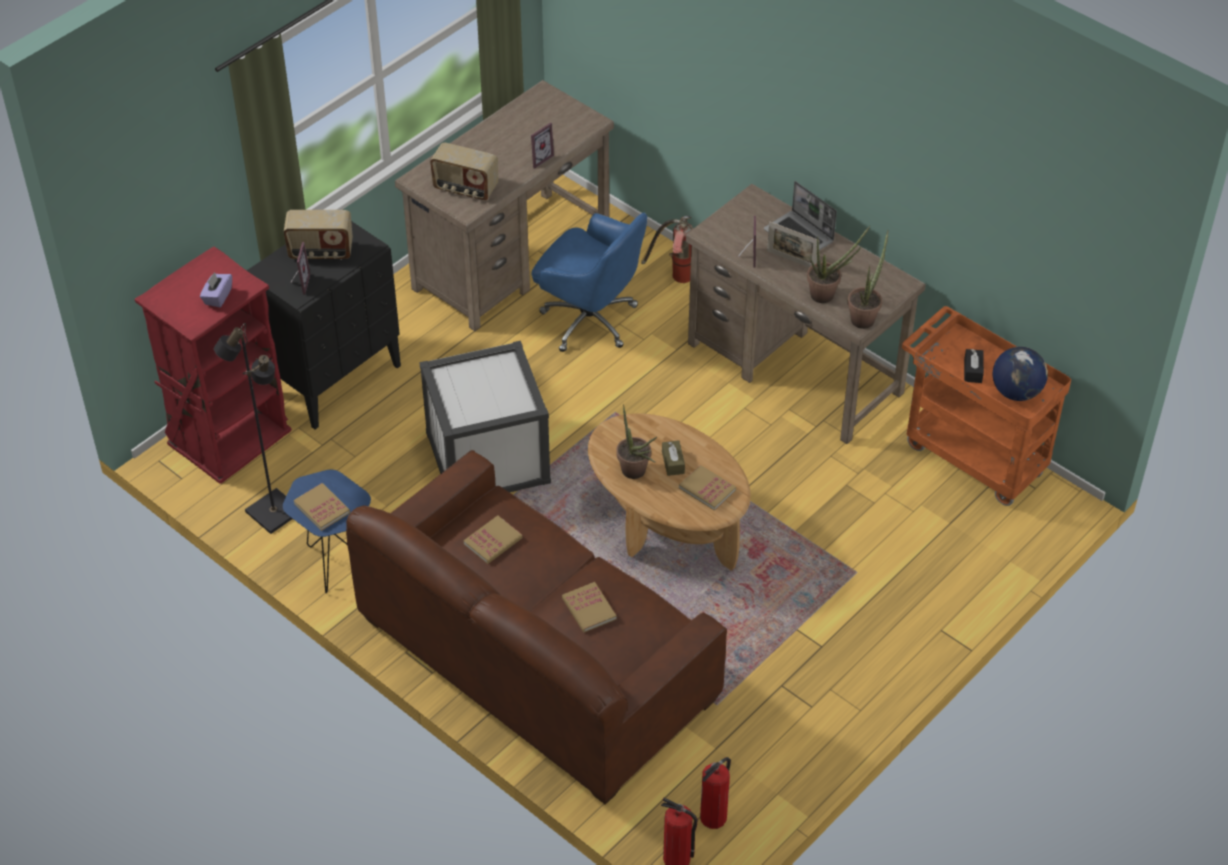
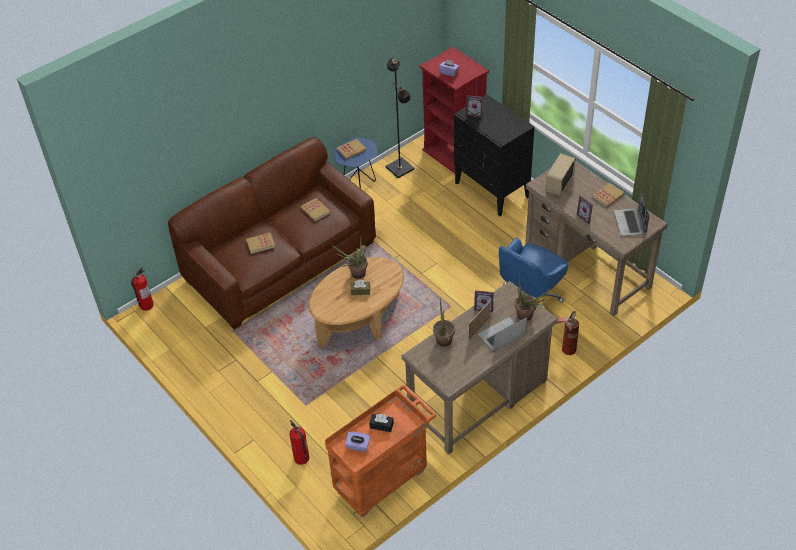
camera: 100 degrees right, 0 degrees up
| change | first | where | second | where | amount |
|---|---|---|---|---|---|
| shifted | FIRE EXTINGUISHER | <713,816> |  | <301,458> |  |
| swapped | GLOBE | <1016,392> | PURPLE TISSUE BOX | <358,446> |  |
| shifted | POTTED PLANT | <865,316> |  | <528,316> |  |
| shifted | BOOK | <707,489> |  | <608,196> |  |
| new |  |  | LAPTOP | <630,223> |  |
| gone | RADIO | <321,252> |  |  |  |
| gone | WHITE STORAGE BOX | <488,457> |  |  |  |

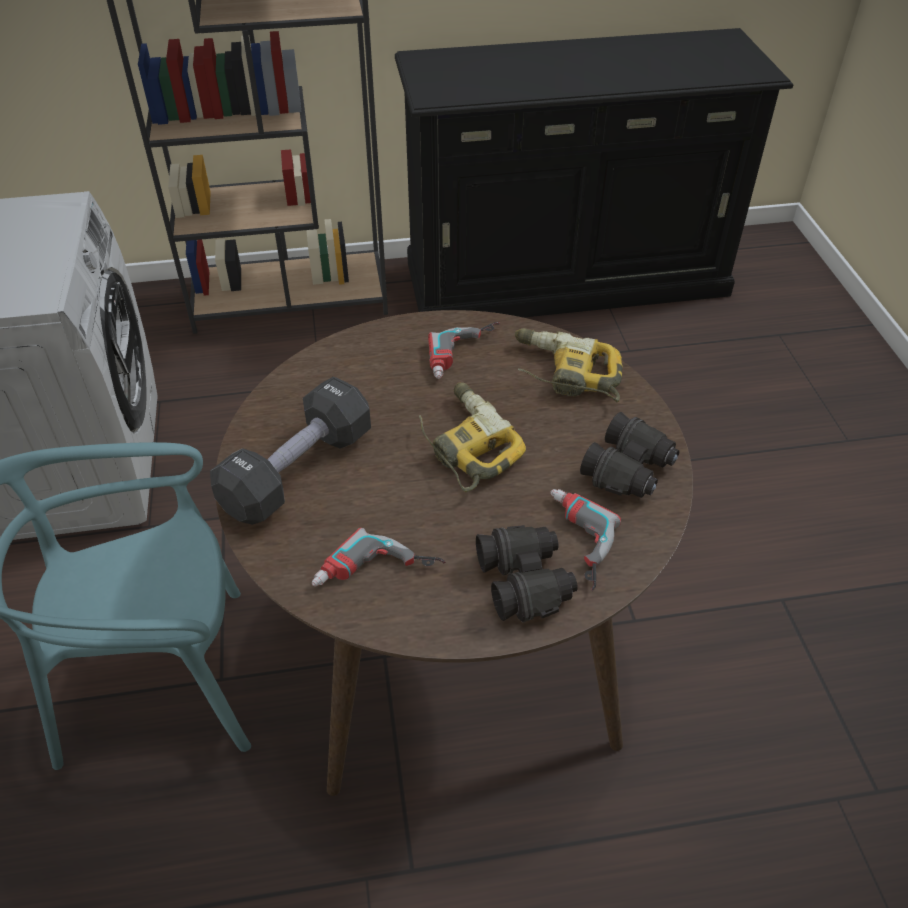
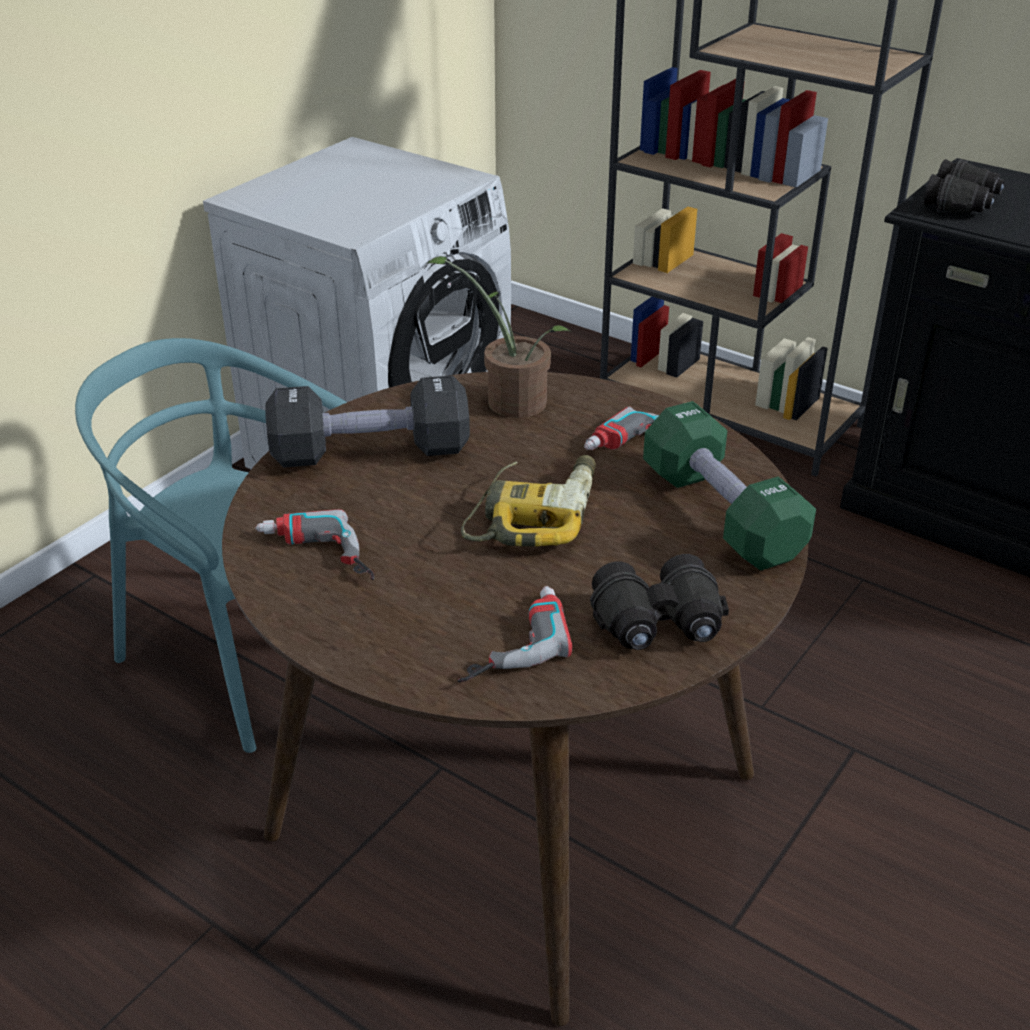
camera: 45 degrees right, 10 degrees down
| change | first | where | second | where | amount |
|---|---|---|---|---|---|
| new |  |  | POTTED PLANT | <509,399> |  |
| swapped | POWER DRILL | <564,375> | GREEN DUMBBELL | <721,514> |  |
| shifted | BLACK BINOCULARS | <525,581> |  | <962,204> |  |

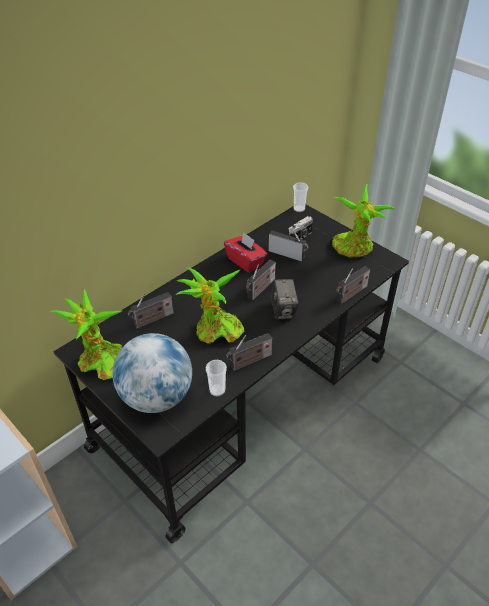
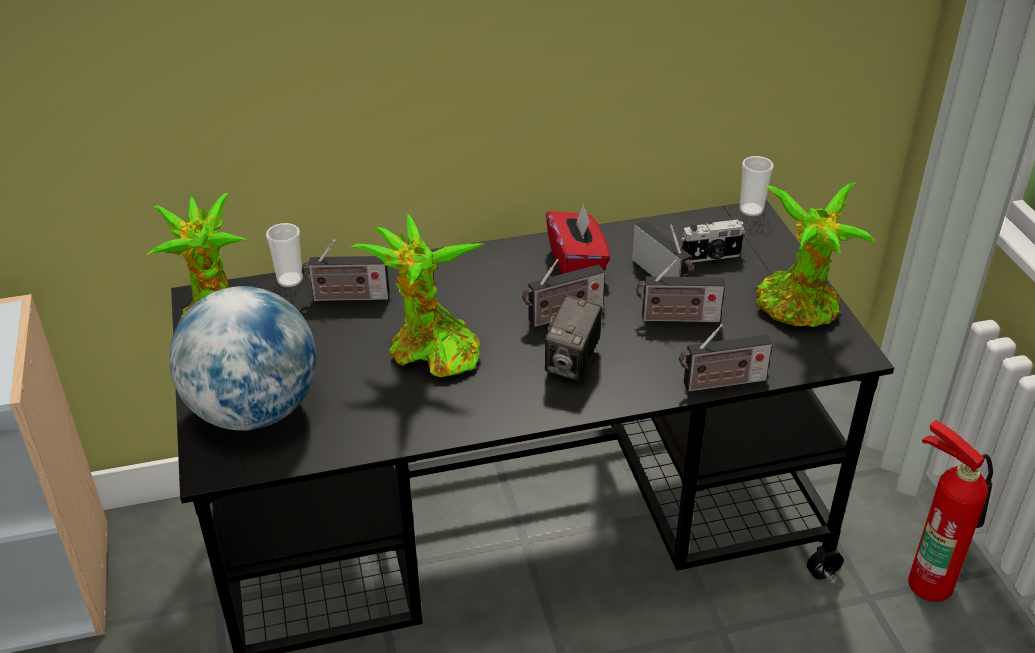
camera: 30 degrees right, 5 degrees down
| change | first | where | second | where | amount |
|---|---|---|---|---|---|
| shifted | CUP | <217,390> |  | <290,280> |  |
| shifted | RADIO | <249,361> |  | <676,318> |  |
| new |  |  | FIRE EXTINGUISHER | <930,580> |  |

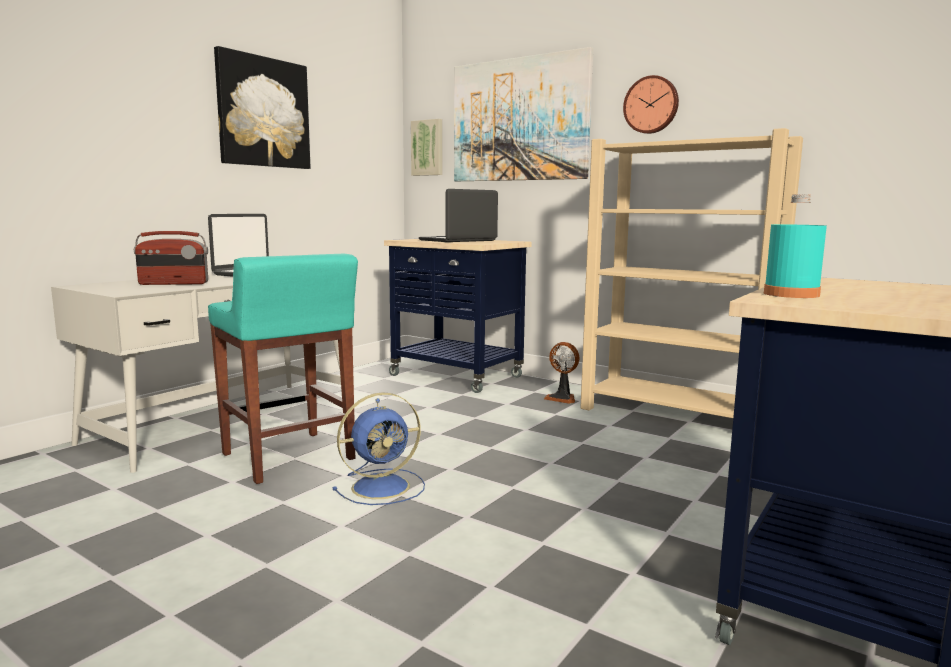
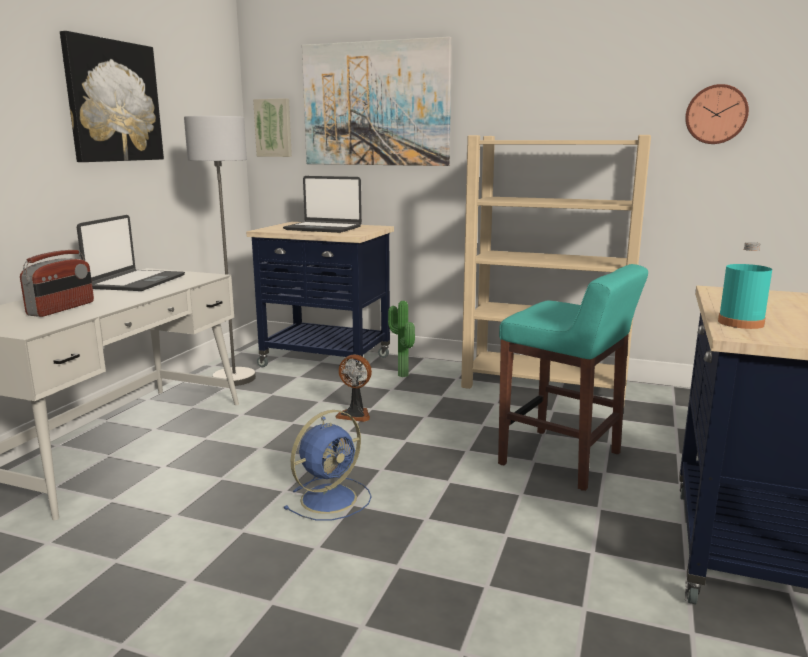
camera: 15 degrees left, 5 degrees up
| change | first | where | second | where | amount |
|---|---|---|---|---|---|
| rotated | RADIO | <173,284> |  | <62,309> | 45 degrees counterclockwise |
| new |  |  | GREY FLOOR LAMP | <234,383> |  |
| rotated | LAPTOP | <458,240> |  | <323,228> | 105 degrees counterclockwise |
| shifted | FAN | <562,398> |  | <355,414> |  |
| new |  |  | POTTED PLANT | <401,375> |  |
| shifted | TURQUOISE STOOL | <289,458> |  | <562,459> |  |
| shifted | WALL CLOCK | <651,105> |  | <716,114> |  |

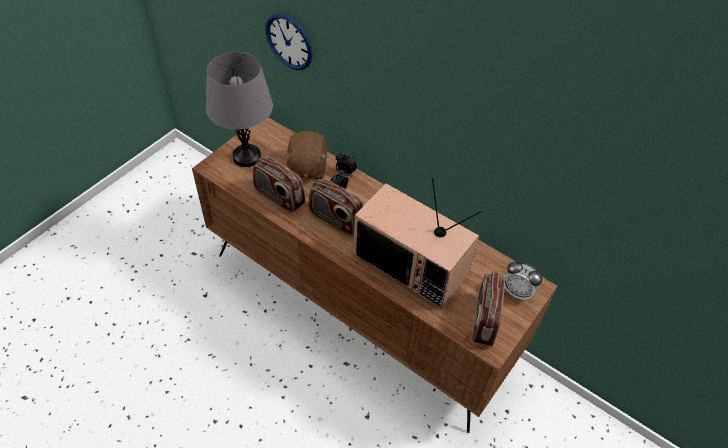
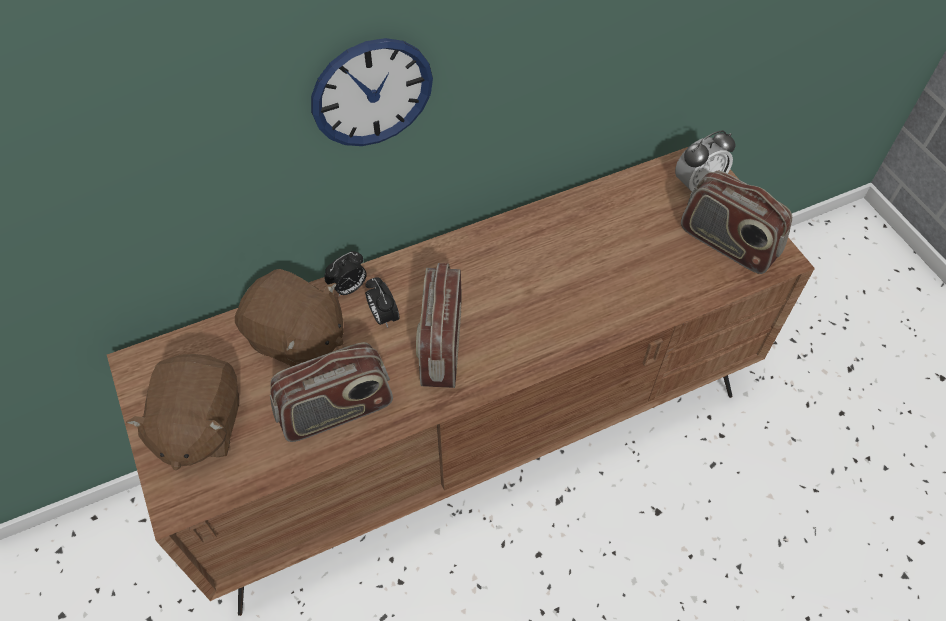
camera: 60 degrees left, 5 degrees up
| change | first | where | second | where | amount |
|---|---|---|---|---|---|
| swapped | GREY TABLE LAMP | <247,157> | BROWN PLUSH TOY | <199,426> |  |
| shifted | WALL CLOCK | <289,42> |  | <372,93> |  |
| rotated | RADIO | <335,219> |  | <441,345> | 120 degrees clockwise |
| gone | TELEVISION | <413,263> |  |  |  |

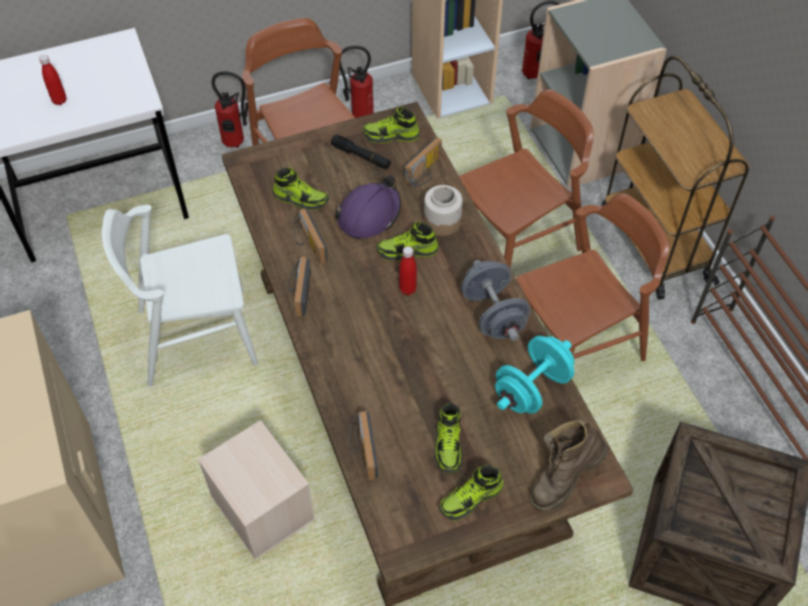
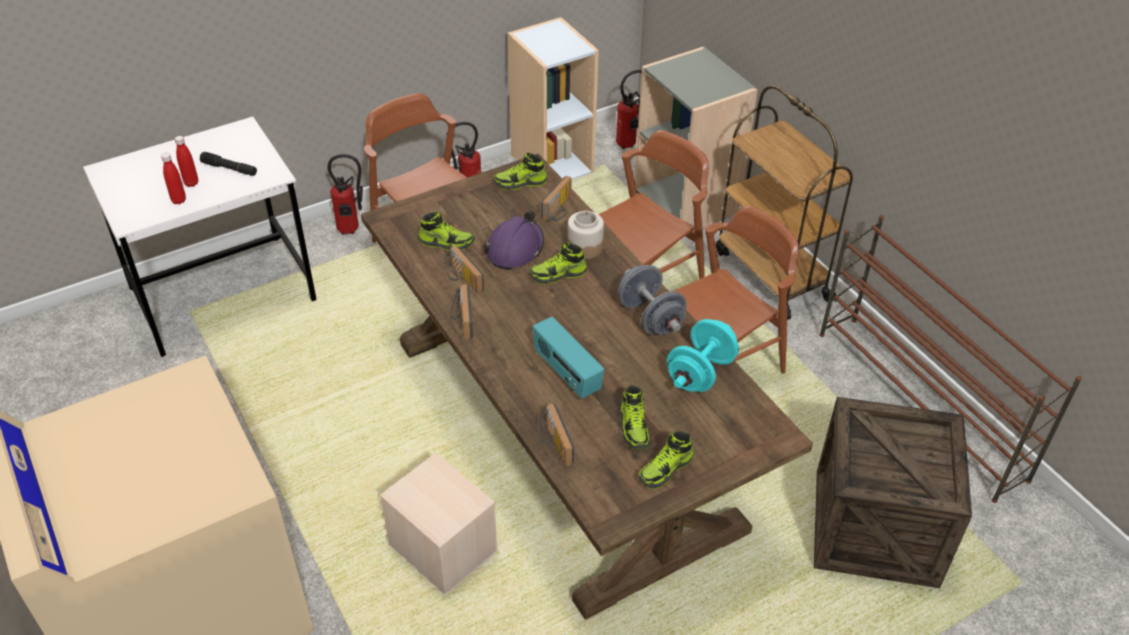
camera: 10 degrees left, 10 degrees down
| change | first | where | second | where | amount |
|---|---|---|---|---|---|
| shifted | RED BOTTLE | <407,289> |  | <179,200> |  |
| shifted | BLACK FLASHLIGHT | <361,156> |  | <229,169> |  |
| new |  |  | RADIO | <566,373> |  |
| gone | WHITE CHAIR | <196,337> |  |  |  |
| gone | BROWN BOOT | <563,479> |  |  |  |

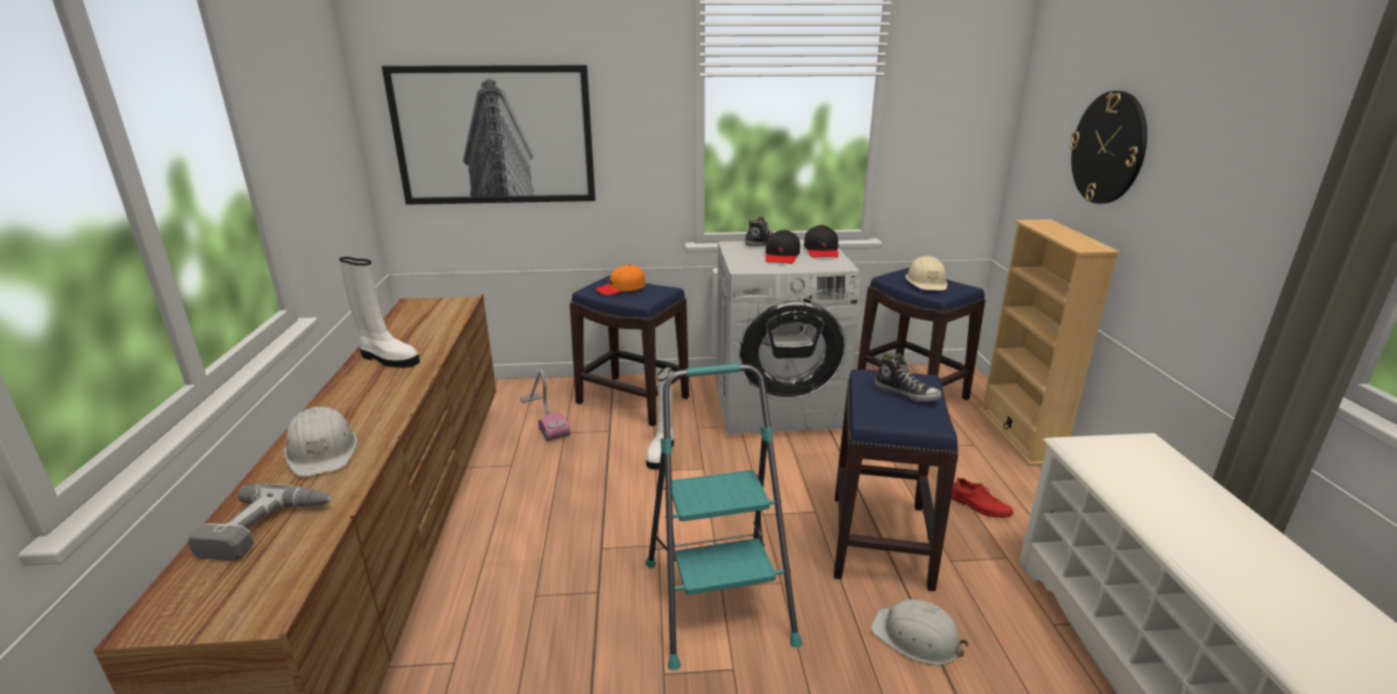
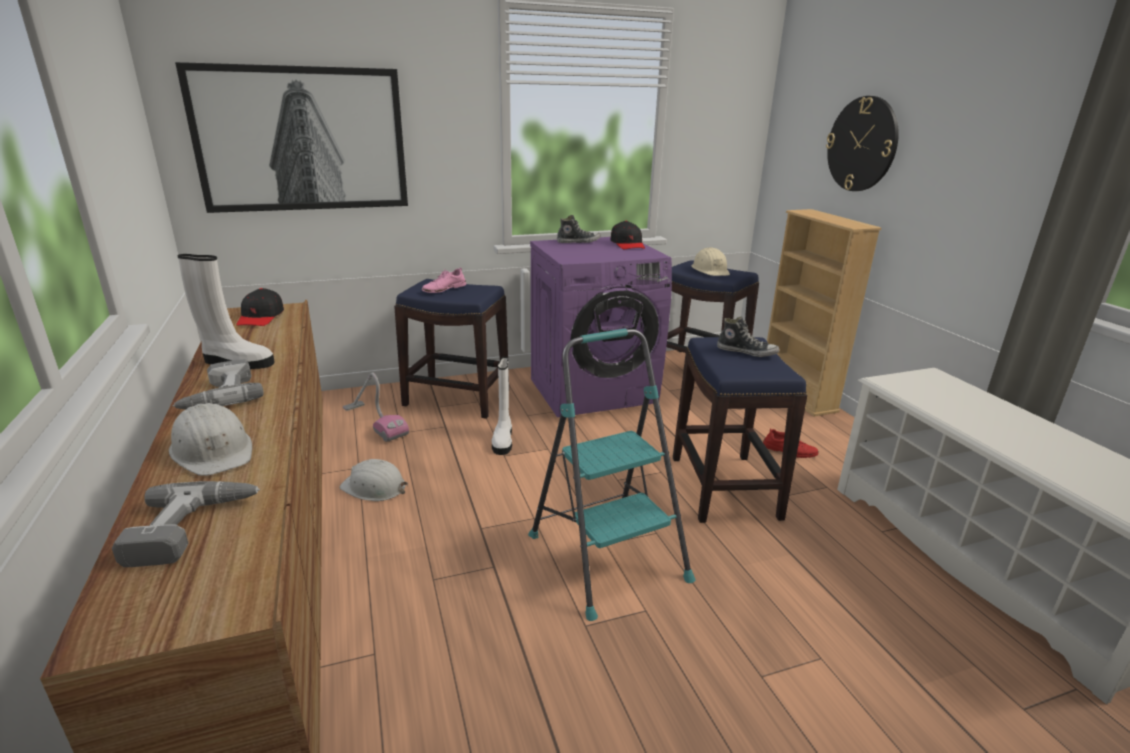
camera: 15 degrees left, 0 degrees up
| change | first | where | second | where | amount |
|---|---|---|---|---|---|
| new |  |  | POWER DRILL | <219,395> |  |
| shifted | BLACK CAP | <782,256> |  | <261,317> |  |
| shifted | WHITE HARD HAT | <916,638> |  | <374,487> |  |
| swapped | ORANGE CAP | <621,288> | PINK SHOE | <444,289> |  |
| repainted | WHITE WASHING MACHINE | <777,409> | PURPLE WASHING MACHINE | <593,393> |  |

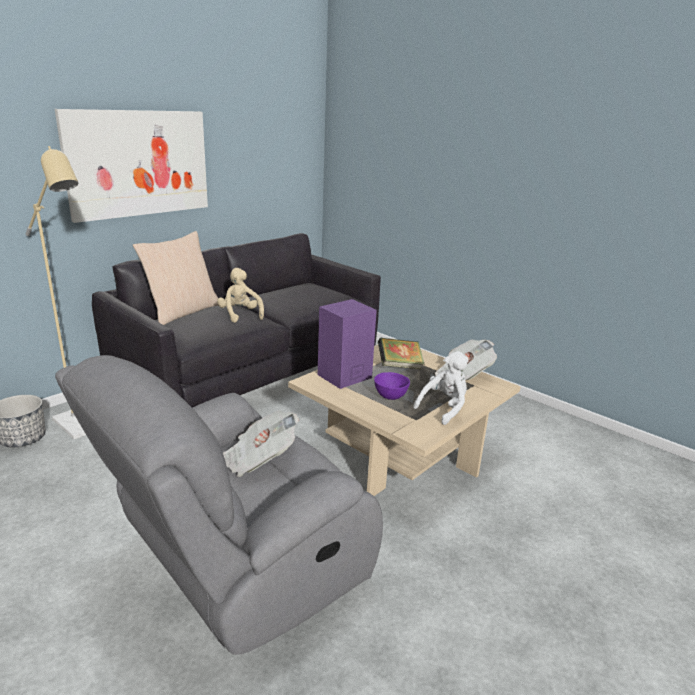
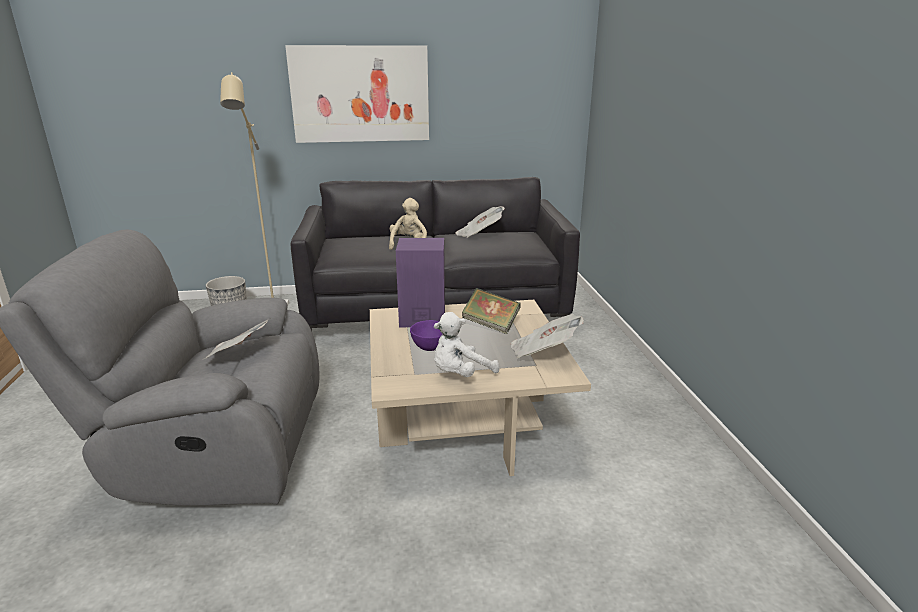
camera: 40 degrees right, 0 degrees up
| change | first | where | second | where | amount |
|---|---|---|---|---|---|
| rotated | WHITE PLUSH TOY | <444,408> |  | <460,374> | 150 degrees clockwise |
| new |  |  | NEWSPAPER | <479,234> |  |
| gone | BEIGE PILLOW | <182,312> |  |  |  |

